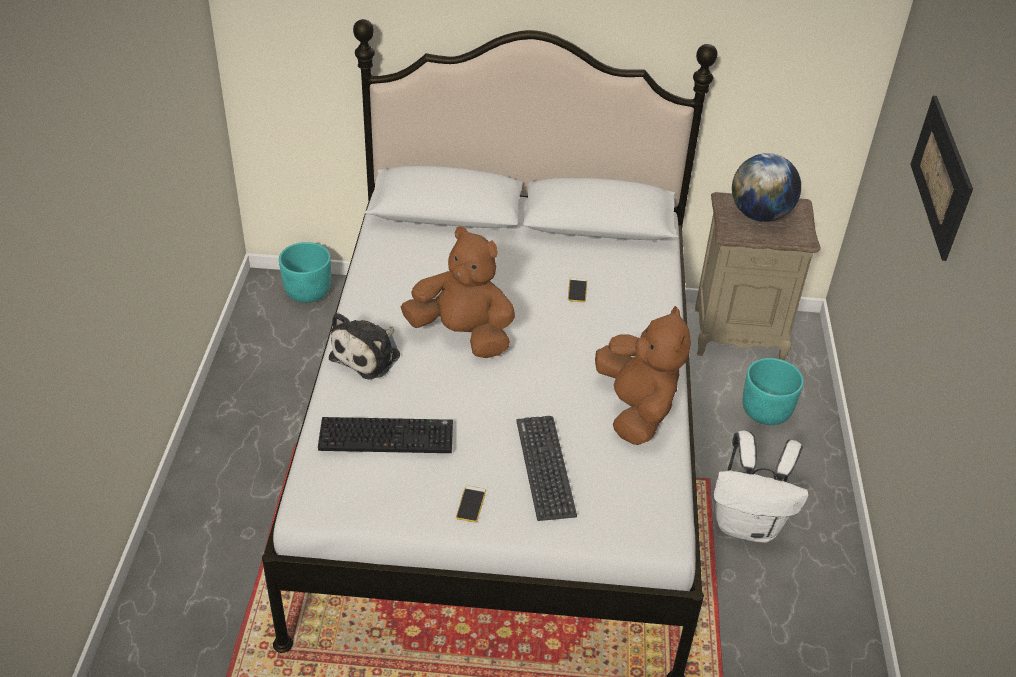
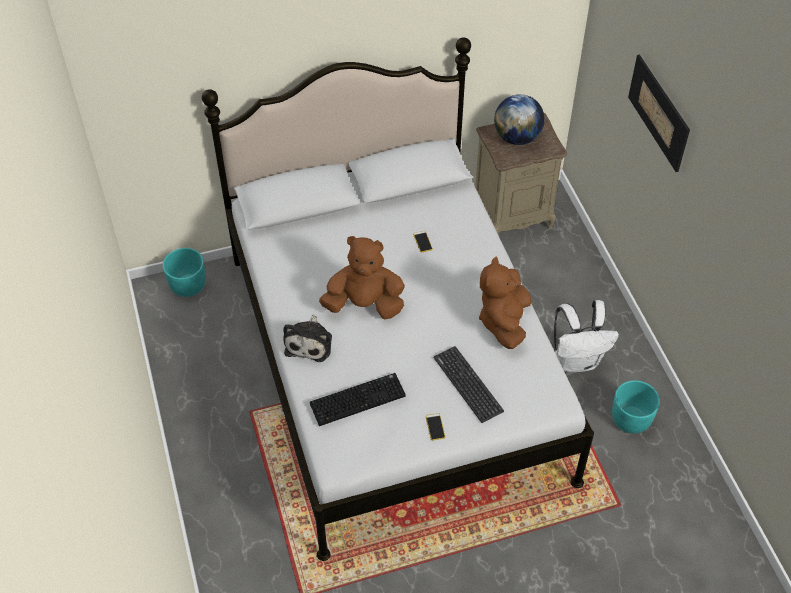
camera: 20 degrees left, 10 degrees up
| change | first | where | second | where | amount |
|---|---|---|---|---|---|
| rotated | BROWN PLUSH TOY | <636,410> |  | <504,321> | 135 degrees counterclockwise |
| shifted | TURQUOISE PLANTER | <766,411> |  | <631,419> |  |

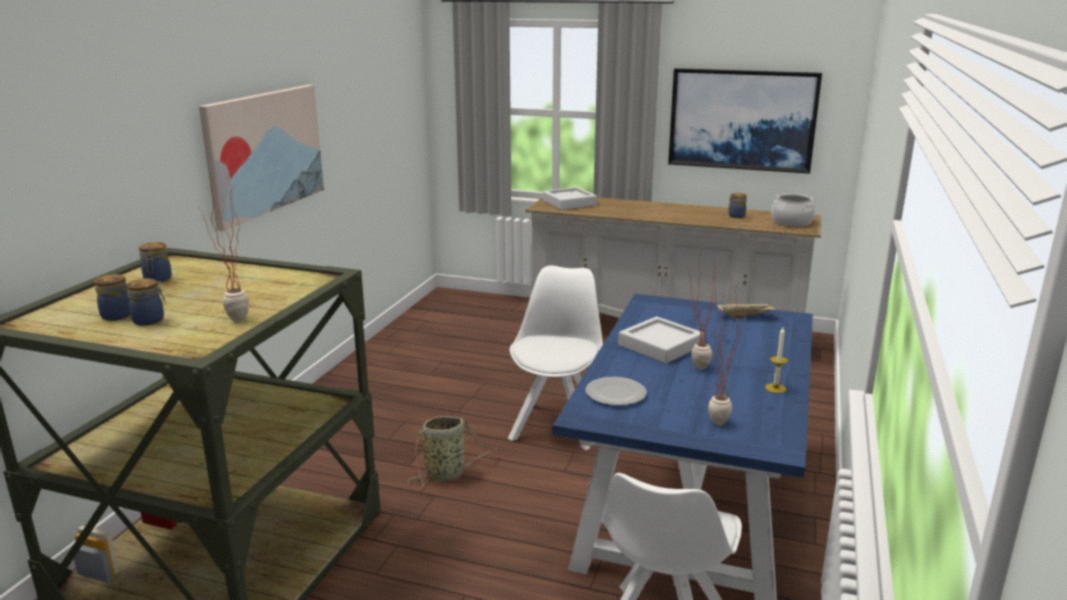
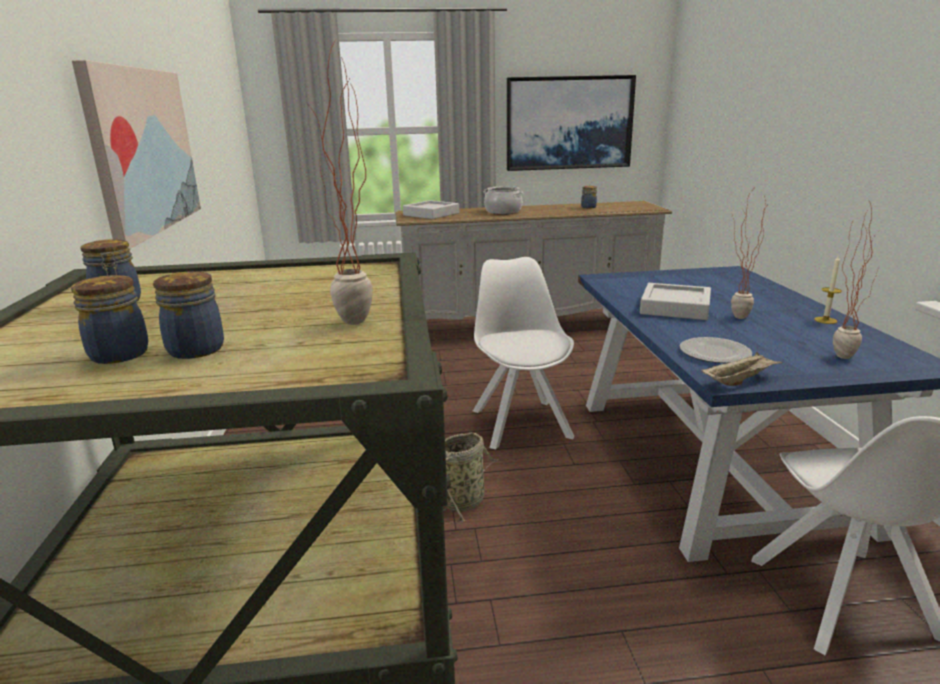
camera: 25 degrees left, 0 degrees up
| change | first | where | second | where | amount |
|---|---|---|---|---|---|
| shifted | COOKING POT | <792,222> |  | <503,211> |  |
| shifted | BEIGE TRAY | <745,317> |  | <739,380> |  |

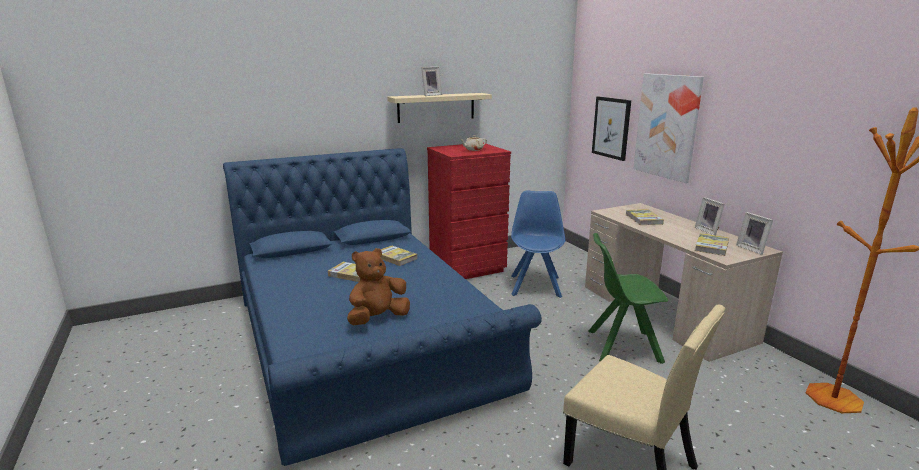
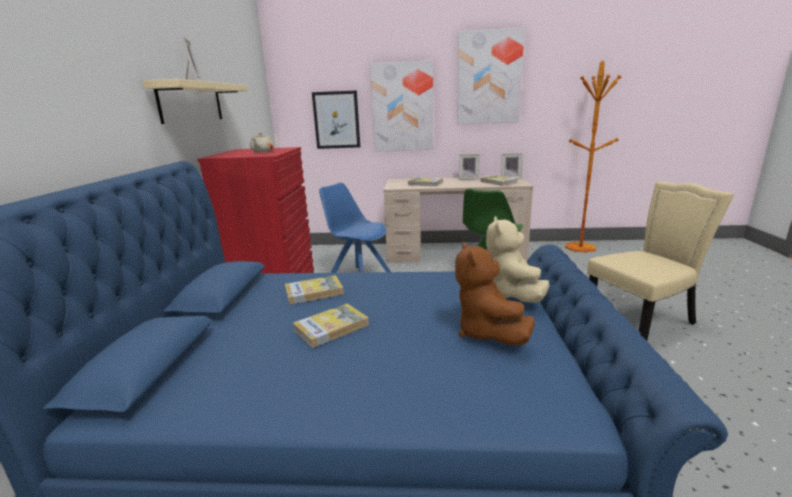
camera: 60 degrees left, 0 degrees up
| change | first | where | second | where | amount |
|---|---|---|---|---|---|
| new |  |  | PICTURE | <489,78> |  |
| new |  |  | BEIGE PLUSH TOY | <512,295> |  |

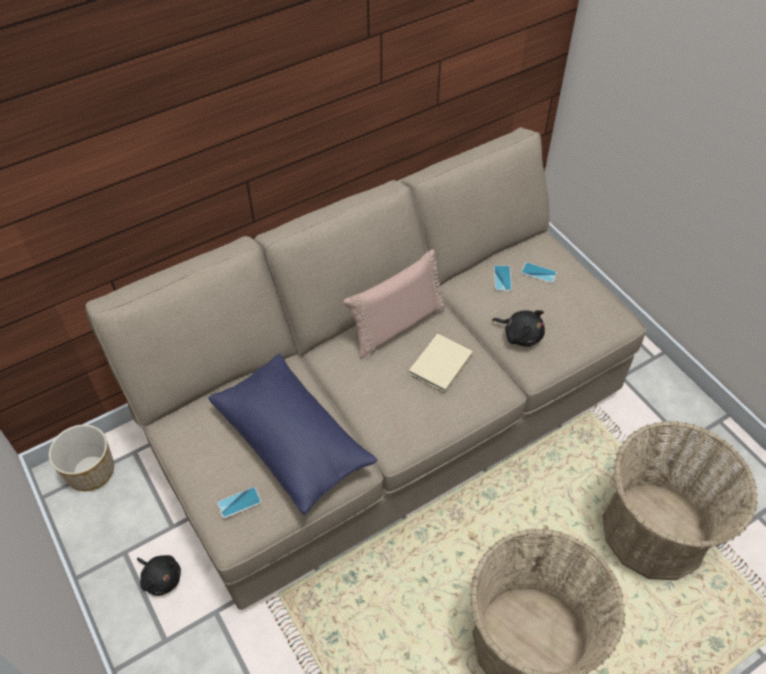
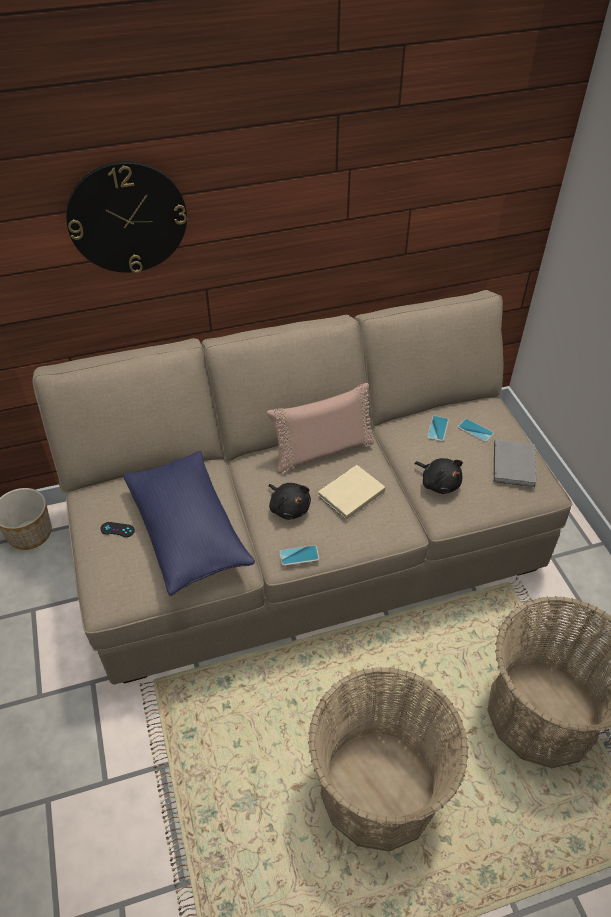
camera: 15 degrees right, 5 degrees down
| change | first | where | second | where | amount |
|---|---|---|---|---|---|
| new |  |  | WALL CLOCK | <127,218> |  |
| new |  |  | BLACK GAME CONTROLLER | <117,529> |  |
| shifted | BLACK PLUSH TOY | <161,578> |  | <289,507> |  |
| shifted | PHONE | <239,502> |  | <299,555> |  |
| new |  |  | GREY BOOK | <514,464> |  |

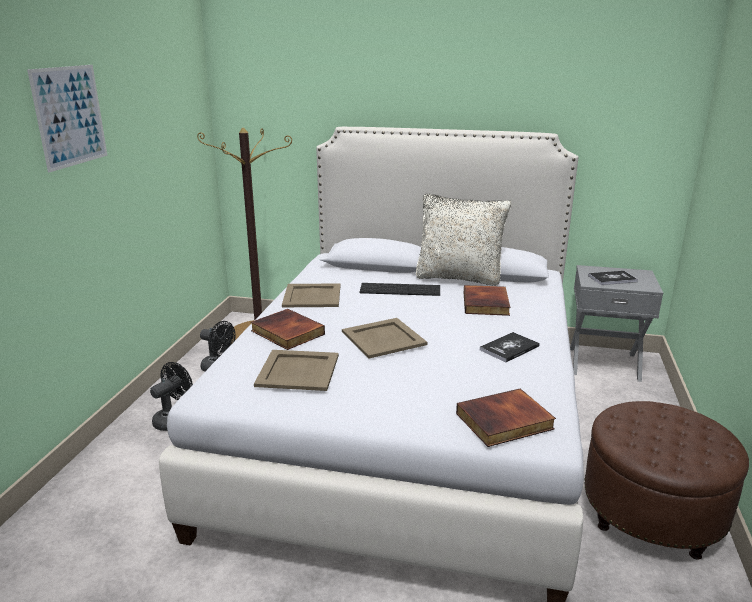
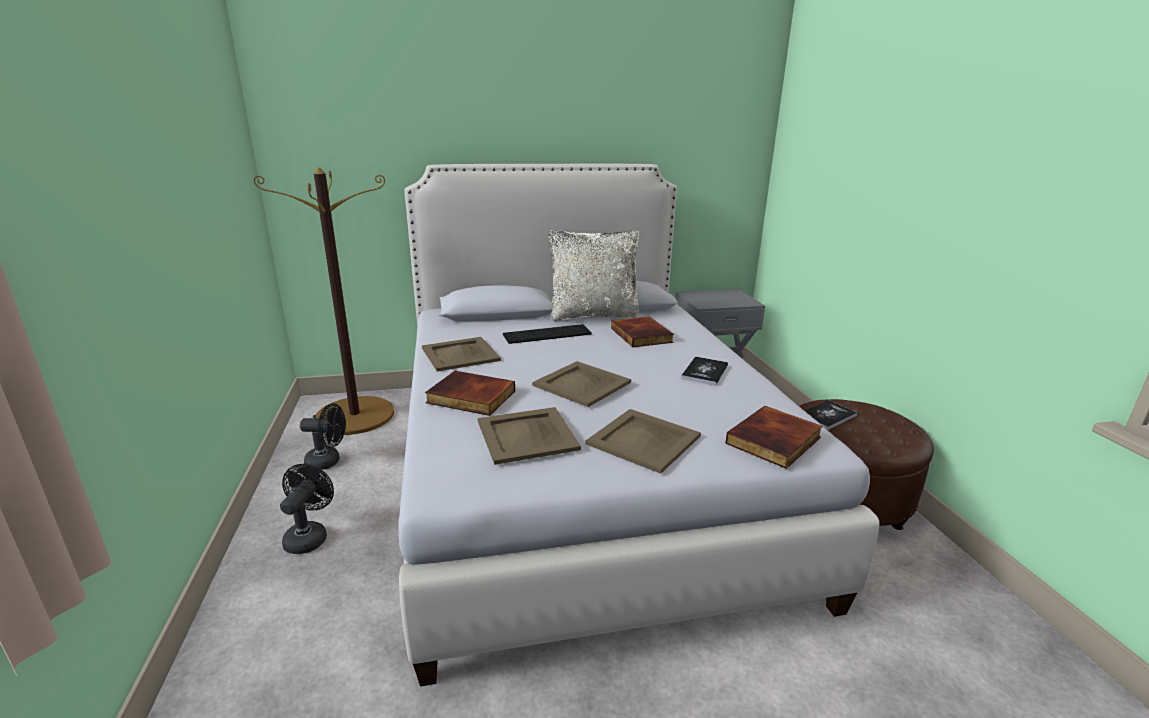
camera: 25 degrees left, 0 degrees up
| change | first | where | second | where | amount |
|---|---|---|---|---|---|
| new |  |  | BEIGE TRAY | <642,440> |  |
| shifted | BOOK | <612,279> |  | <827,416> |  |
| gone | PICTURE | <70,116> |  |  |  |

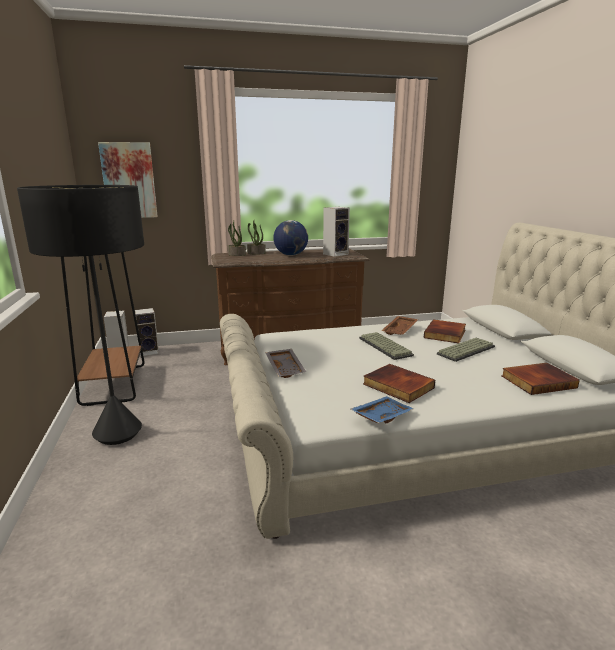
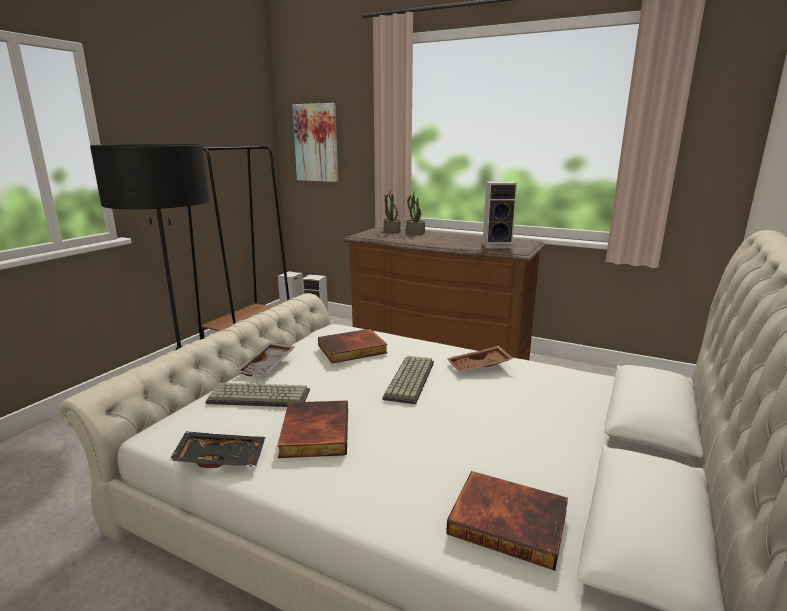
camera: 40 degrees right, 0 degrees up
| change | first | where | second | where | amount |
|---|---|---|---|---|---|
| repainted | BLUE TRAY | <381,416> | BLACK TRAY | <221,457> |  |
| shifted | KEYBOARD | <465,350> |  | <260,396> |  |
| shifted | BOOK | <446,334> |  | <352,350> |  |
| gone | GLOBE | <291,255> |  |  |  |

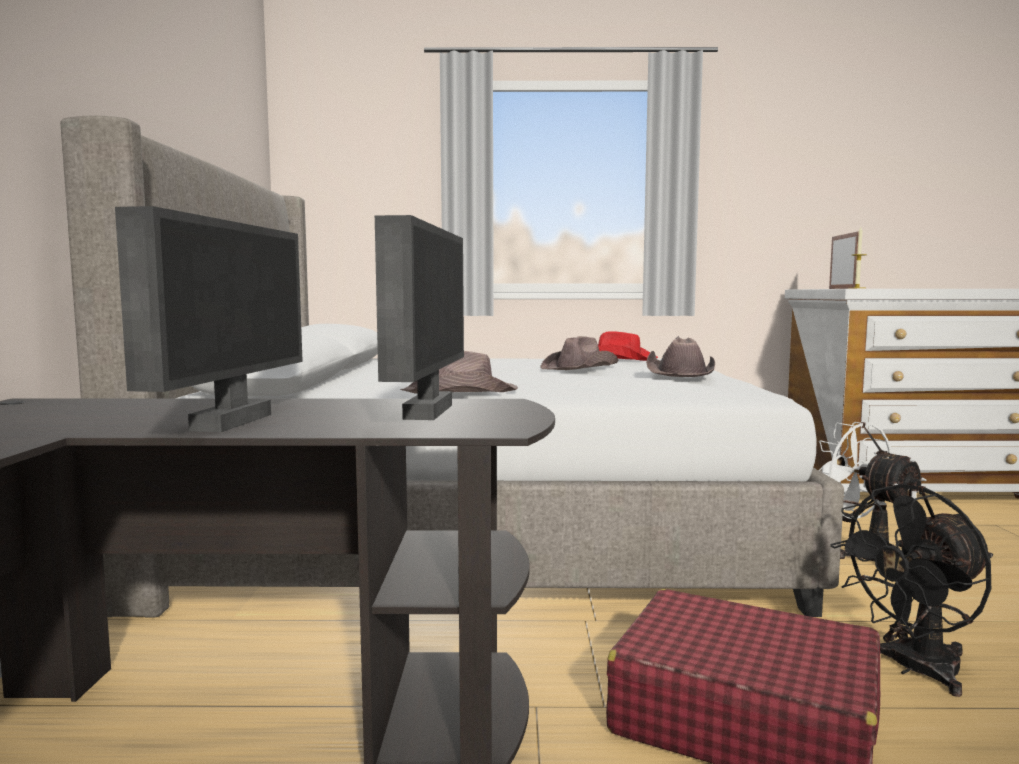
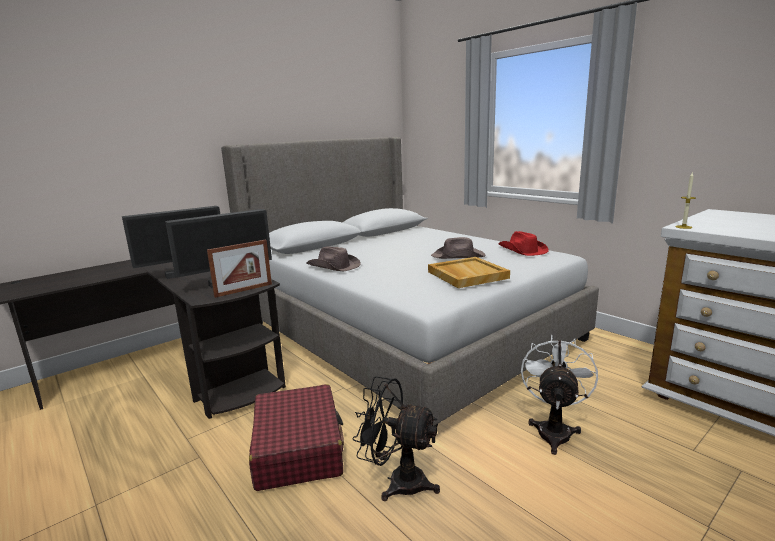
camera: 50 degrees right, 10 degrees up
| change | first | where | second | where | amount |
|---|---|---|---|---|---|
| shifted | PICTURE FRAME | <842,288> |  | <243,290> |  |
| swapped | BROWN HAT | <680,372> | BEIGE TRAY | <466,275> |  |

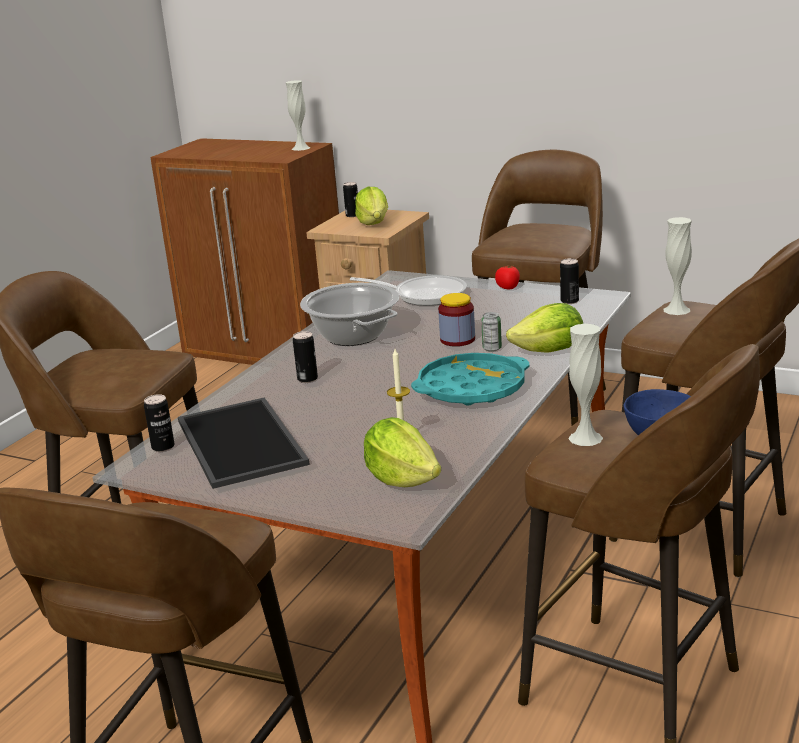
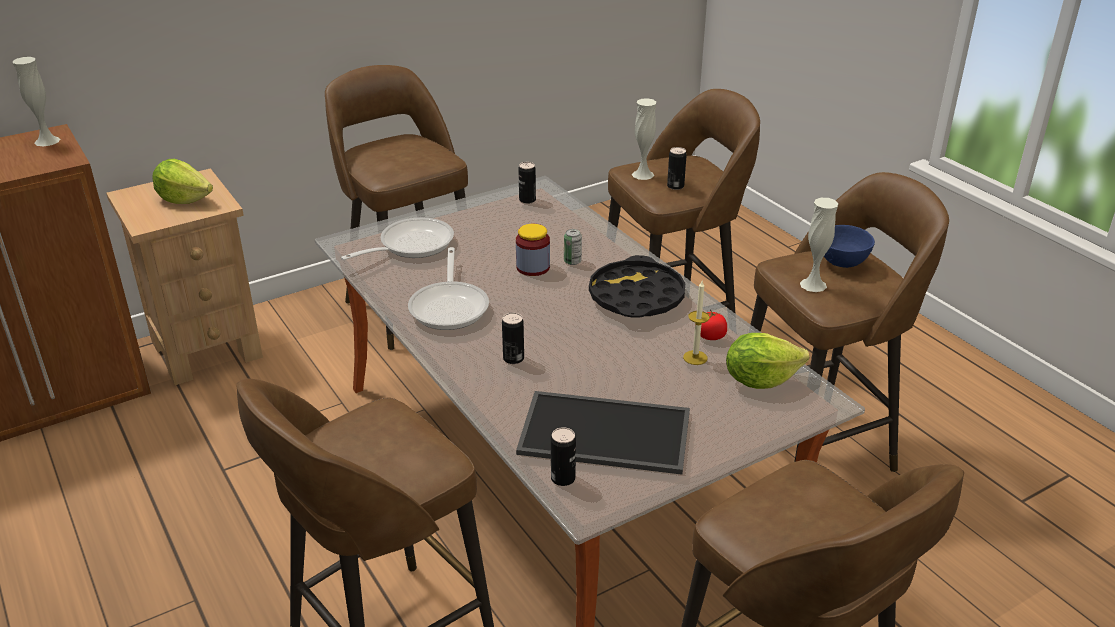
camera: 60 degrees left, 10 degrees up
| change | first | where | second | where | amount |
|---|---|---|---|---|---|
| swapped | COOKING POT | <353,336> | FRYING PAN | <450,306> |  |
| repainted | TURQUOISE TRAY | <471,388> | BLACK TRAY | <636,297> |  |
| shifted | CAN | <352,215> |  | <675,186> |  |
| shifted | TOMATO | <508,287> |  | <710,336> |  |
| gone | LETTUCE | <549,351> |  |  |  |

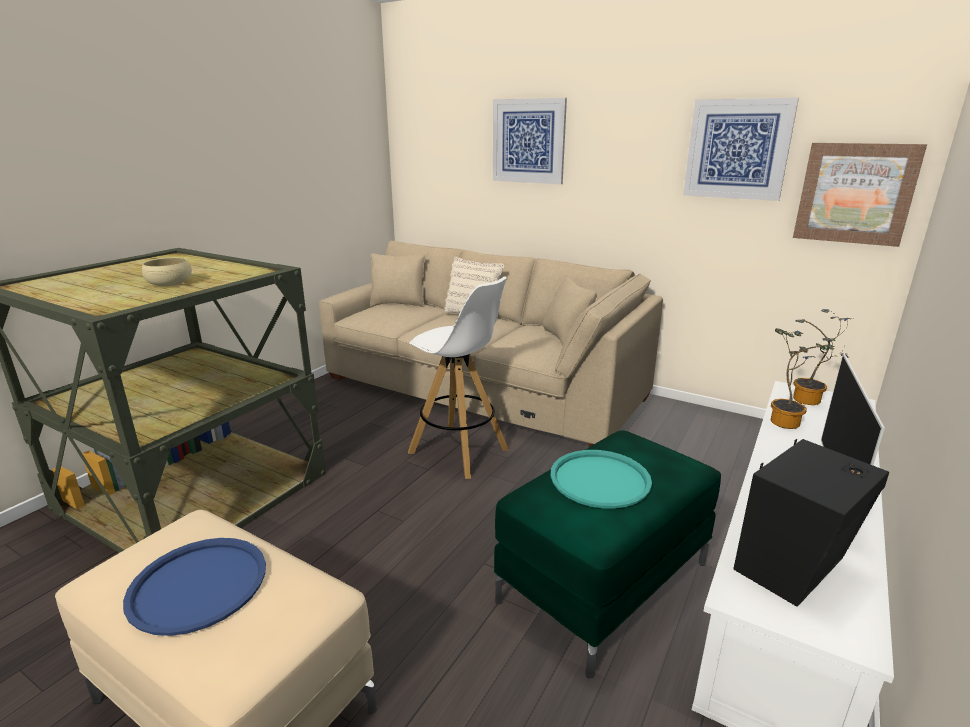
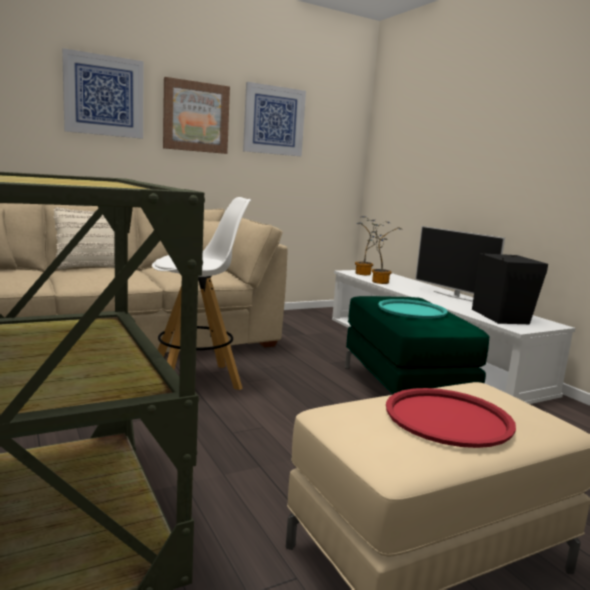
camera: 60 degrees left, 10 degrees down
| change | first | where | second | where | amount |
|---|---|---|---|---|---|
| shifted | PICTURE | <855,193> |  | <196,117> |  |
| repainted | BLUE TRAY | <198,585> | RED TRAY | <448,418> |  |
| gone | BEIGE BOWL | <170,283> |  |  |  |

